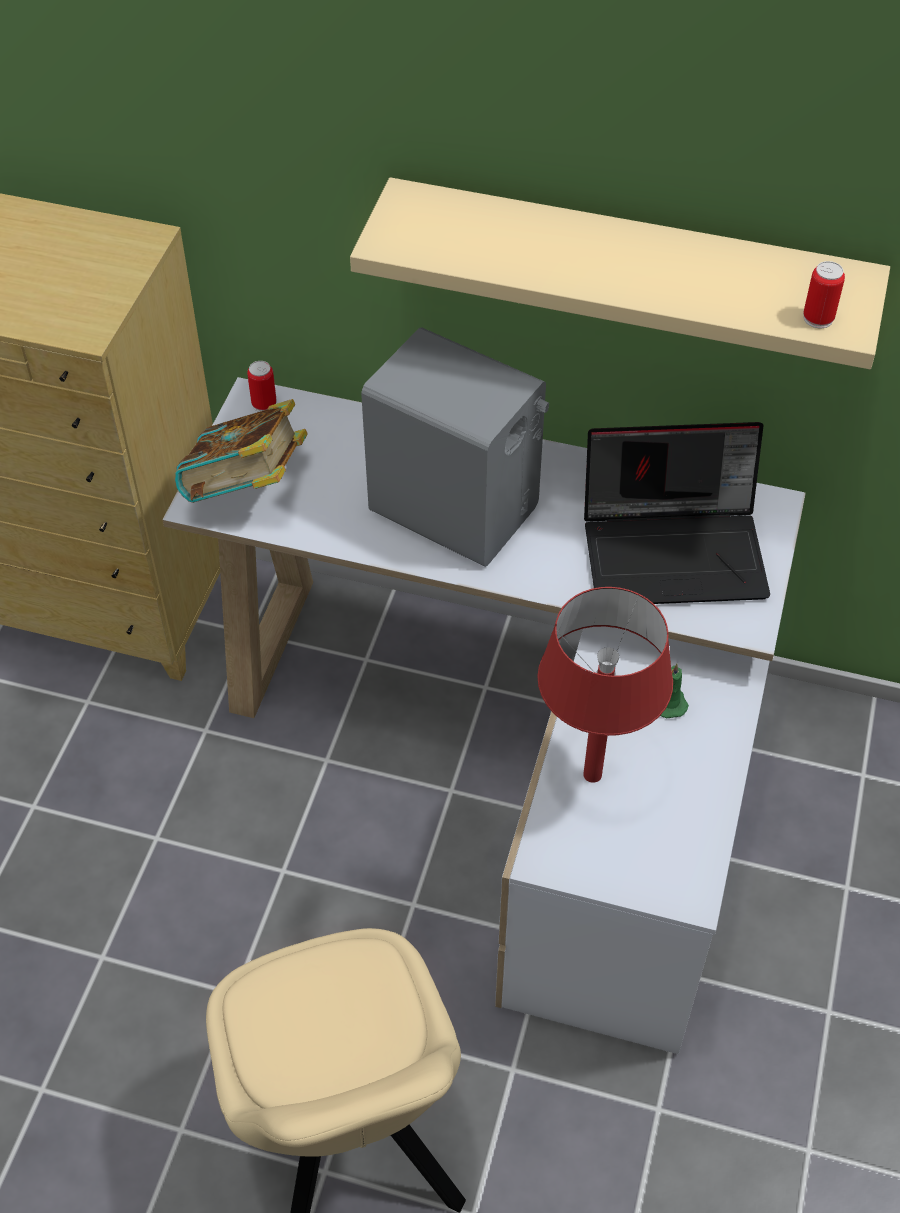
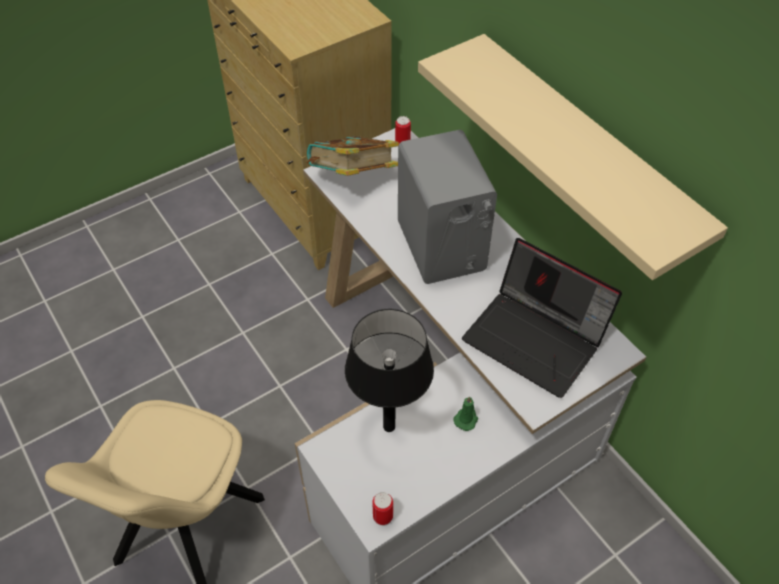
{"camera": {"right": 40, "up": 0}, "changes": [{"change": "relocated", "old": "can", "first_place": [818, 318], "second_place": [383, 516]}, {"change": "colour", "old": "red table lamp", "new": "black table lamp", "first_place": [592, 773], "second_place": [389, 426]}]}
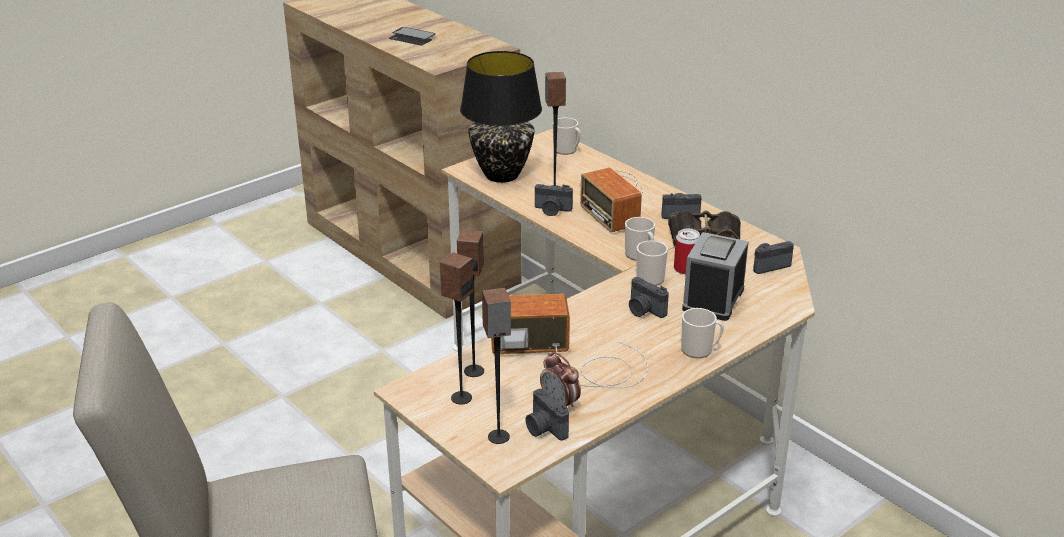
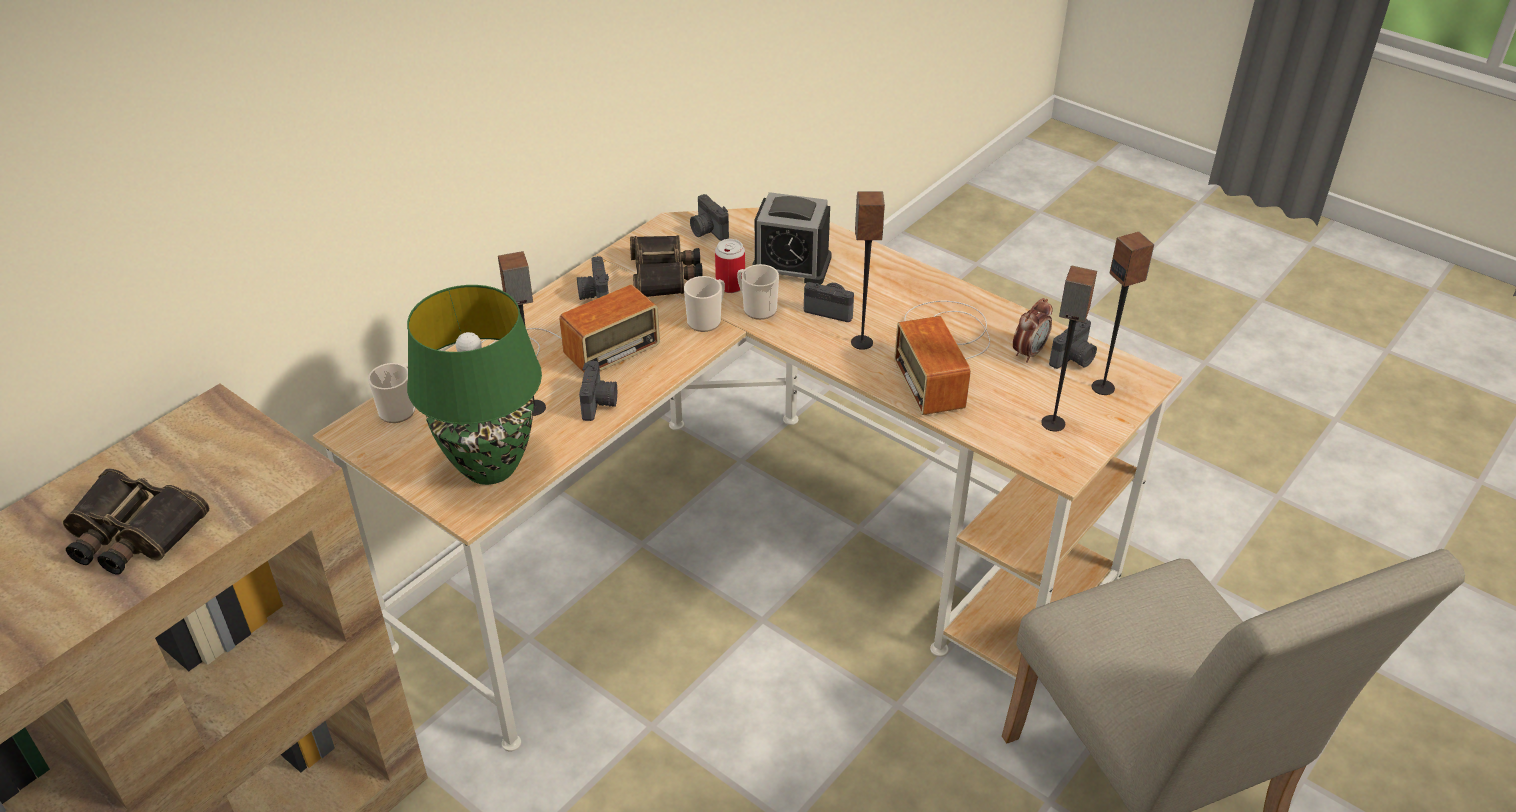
{"camera": {"right": -100, "up": 10}, "changes": [{"change": "missing", "old": "mug", "first_place": [700, 350]}, {"change": "relocated", "old": "speaker", "first_place": [474, 371], "second_place": [861, 342]}, {"change": "exchanged", "old": "phone", "new": "binoculars", "first_place": [412, 38], "second_place": [131, 533]}, {"change": "colour", "old": "black table lamp", "new": "green table lamp", "first_place": [502, 175], "second_place": [491, 466]}, {"change": "spun", "old": "photo camera", "first_place": [644, 310], "second_place": [830, 310], "degrees": -105}]}
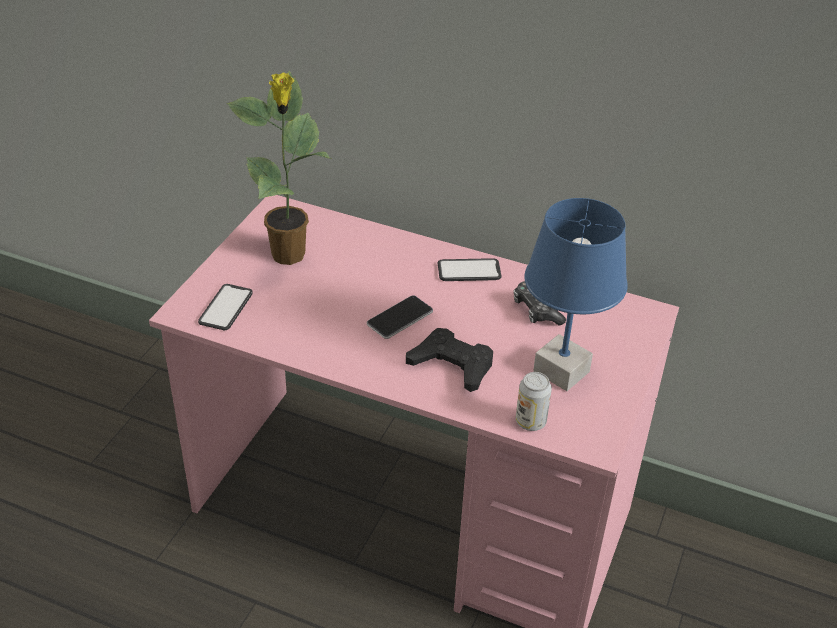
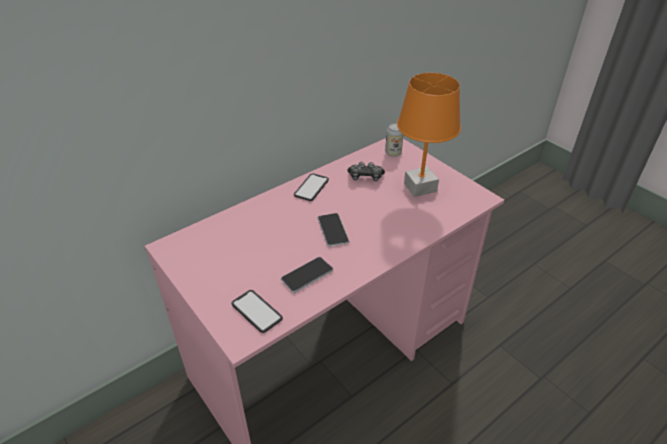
{"camera": {"right": -60, "up": 0}, "changes": [{"change": "missing", "old": "potted plant", "first_place": [289, 256]}, {"change": "missing", "old": "black game controller", "first_place": [452, 365]}, {"change": "appeared", "new": "phone", "second_place": [307, 275]}, {"change": "relocated", "old": "can", "first_place": [530, 422], "second_place": [393, 153]}, {"change": "colour", "old": "blue table lamp", "new": "orange table lamp", "first_place": [560, 371], "second_place": [420, 188]}]}
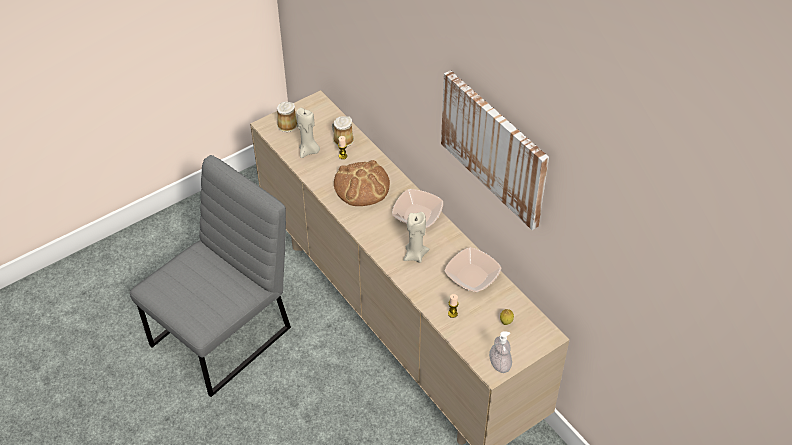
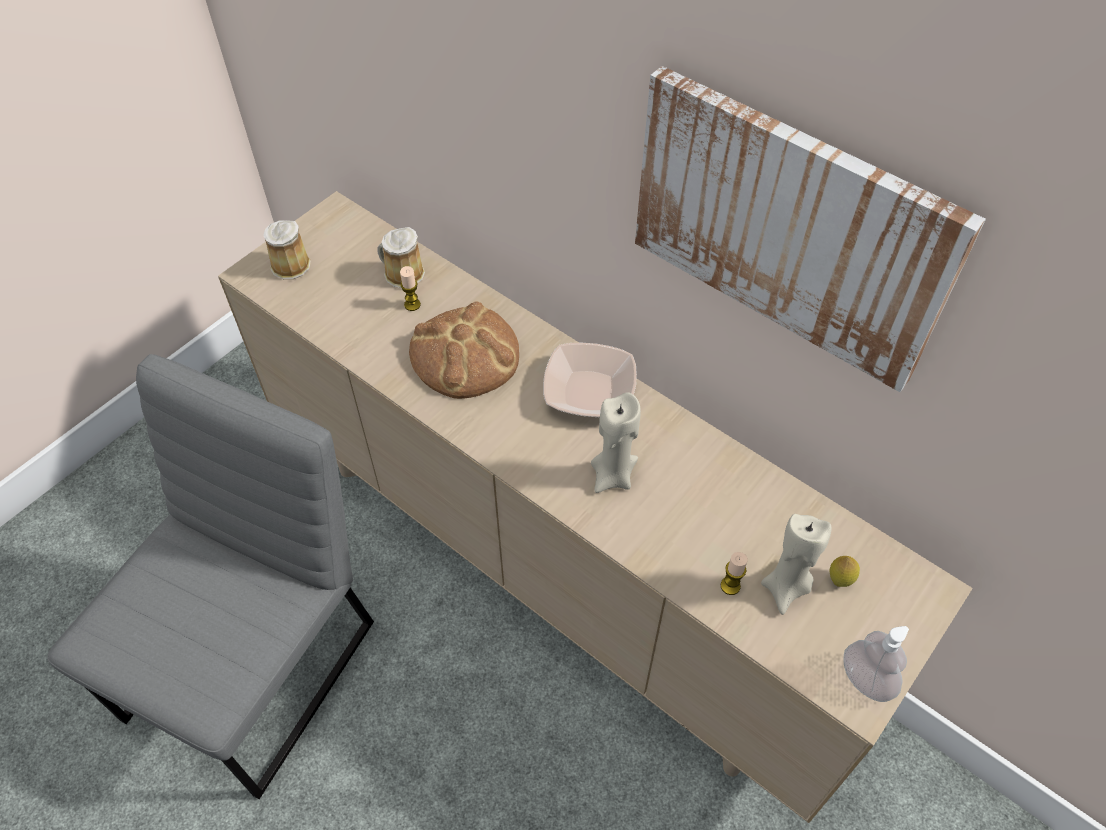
{"camera": {"right": -15, "up": 5}, "changes": [{"change": "missing", "old": "bowl", "first_place": [472, 276]}, {"change": "relocated", "old": "beige candle", "first_place": [309, 151], "second_place": [786, 588]}]}
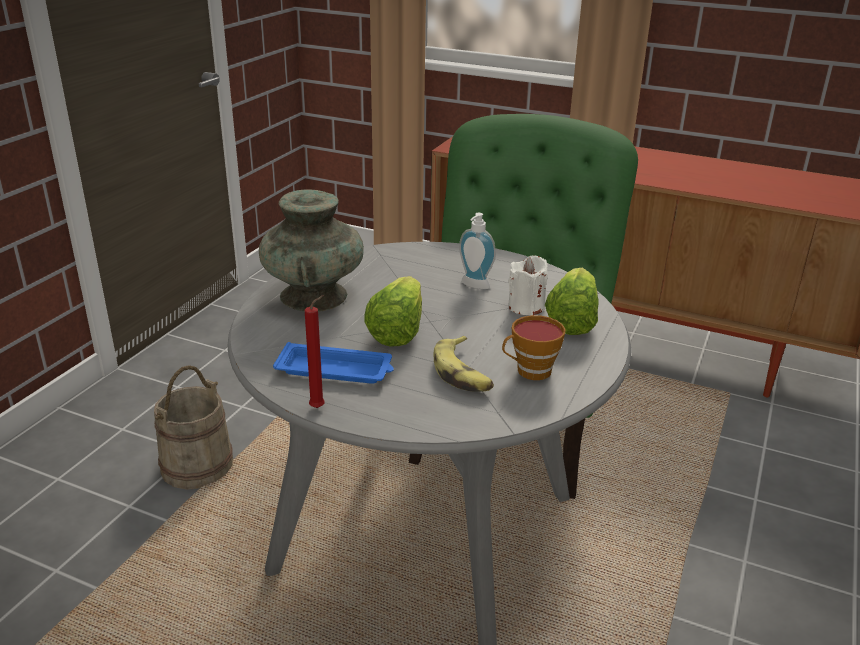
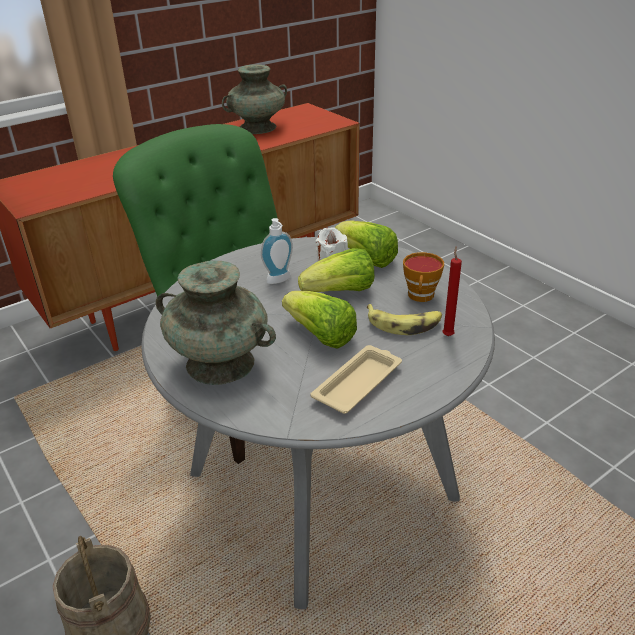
{"camera": {"right": -60, "up": 5}, "changes": [{"change": "appeared", "new": "turquoise vase", "second_place": [257, 128]}, {"change": "appeared", "new": "lettuce", "second_place": [340, 292]}, {"change": "relocated", "old": "red candle", "first_place": [319, 407], "second_place": [447, 335]}, {"change": "colour", "old": "blue tray", "new": "beige tray", "first_place": [336, 370], "second_place": [358, 383]}]}
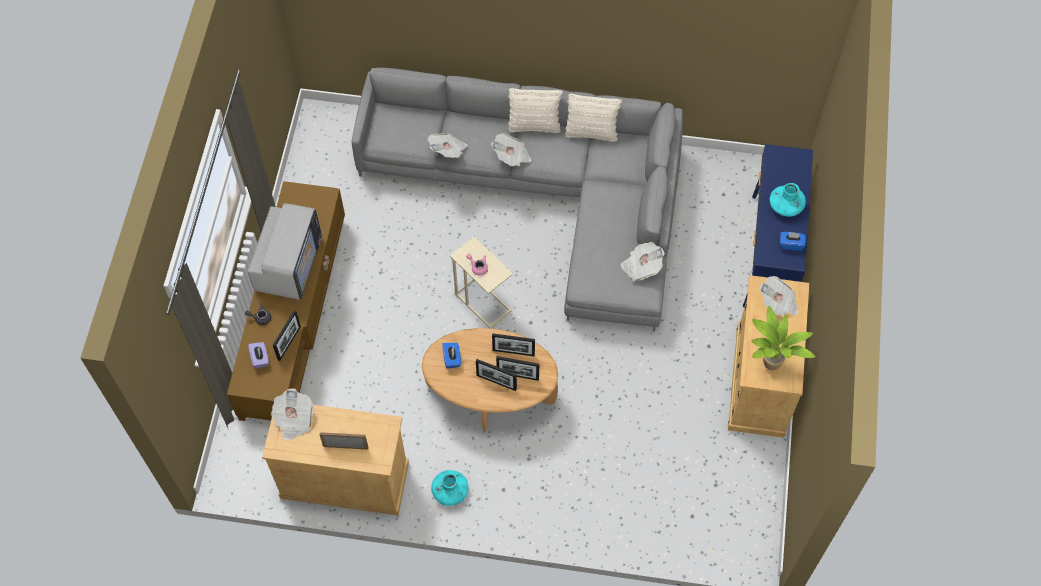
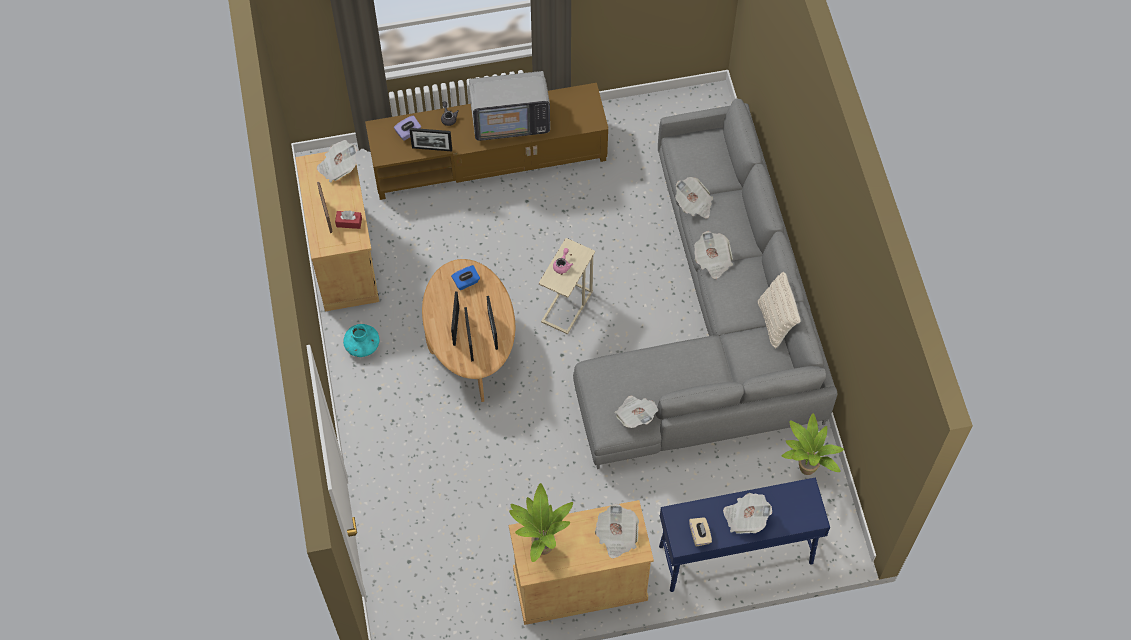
{"camera": {"right": 70, "up": 0}, "changes": [{"change": "missing", "old": "beige pillow", "first_place": [534, 125]}, {"change": "appeared", "new": "red tissue box", "second_place": [349, 222]}, {"change": "appeared", "new": "potted plant", "second_place": [804, 470]}, {"change": "exchanged", "old": "turquoise vase", "new": "newspaper", "first_place": [786, 206], "second_place": [745, 518]}, {"change": "colour", "old": "blue tissue box", "new": "beige tissue box", "first_place": [791, 244], "second_place": [699, 535]}]}
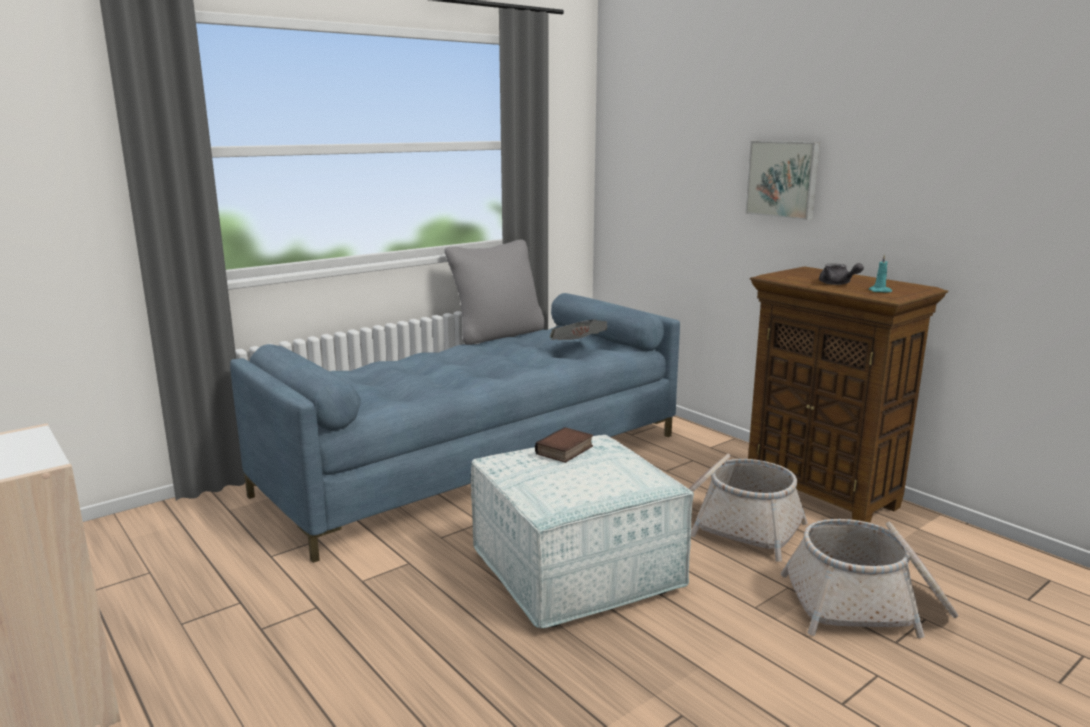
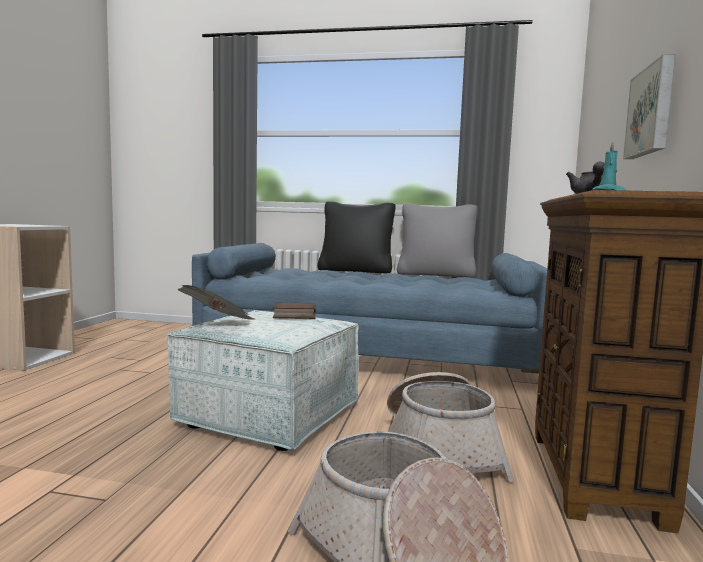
{"camera": {"right": 50, "up": -10}, "changes": [{"change": "appeared", "new": "black pillow", "second_place": [355, 271]}, {"change": "relocated", "old": "newspaper", "first_place": [577, 347], "second_place": [218, 323]}]}
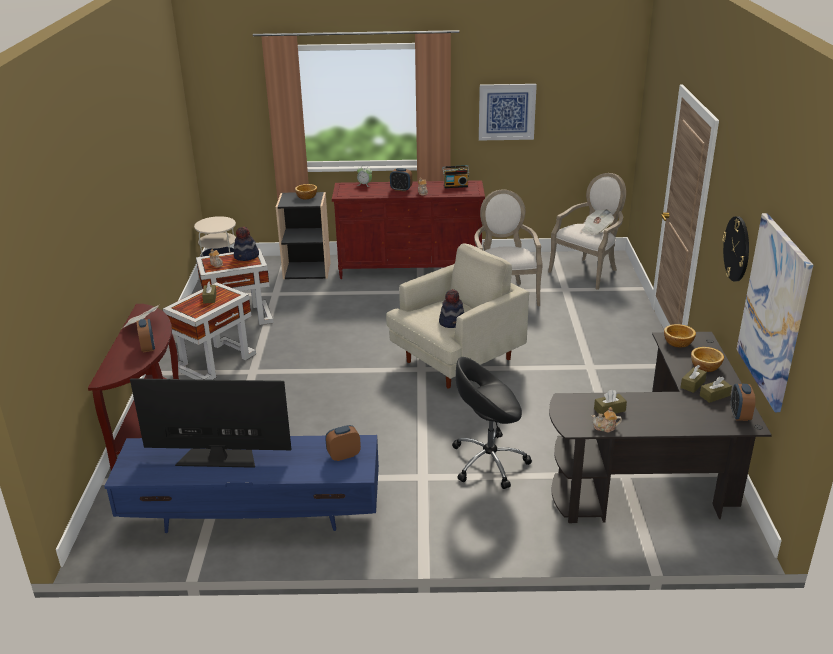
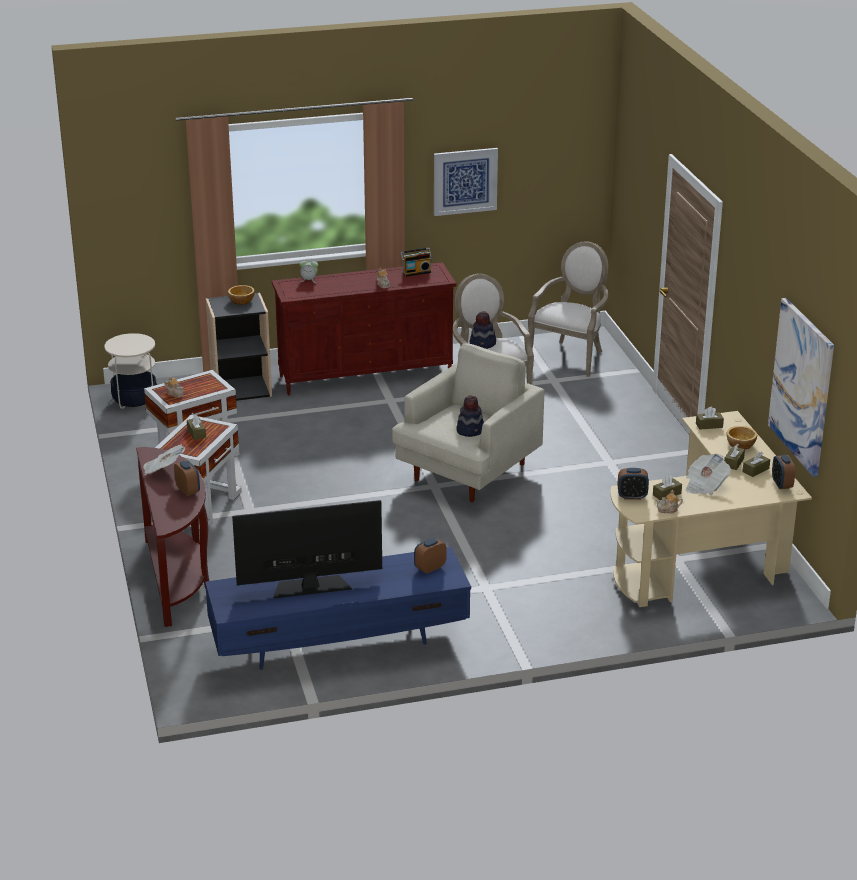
{"camera": {"right": -15, "up": 0}, "changes": [{"change": "missing", "old": "black office chair", "first_place": [487, 462]}, {"change": "missing", "old": "wall clock", "first_place": [737, 249]}, {"change": "relocated", "old": "hat", "first_place": [246, 256], "second_place": [483, 344]}, {"change": "relocated", "old": "alarm clock", "first_place": [401, 189], "second_place": [632, 496]}, {"change": "relocated", "old": "newspaper", "first_place": [595, 230], "second_place": [705, 485]}, {"change": "exchanged", "old": "bowl", "new": "brown tissue box", "first_place": [678, 343], "second_place": [709, 425]}, {"change": "colour", "old": "black desk", "new": "beige desk", "first_place": [659, 476], "second_place": [709, 557]}]}
